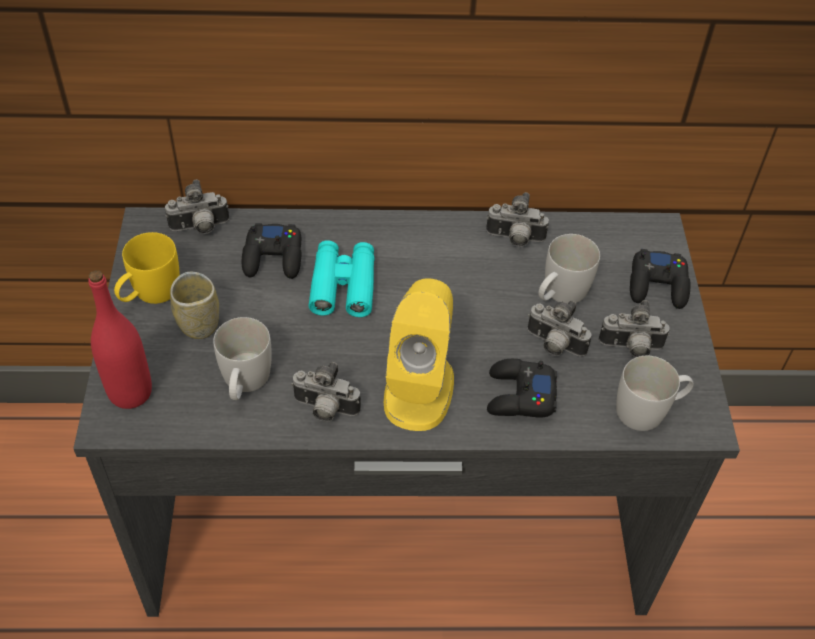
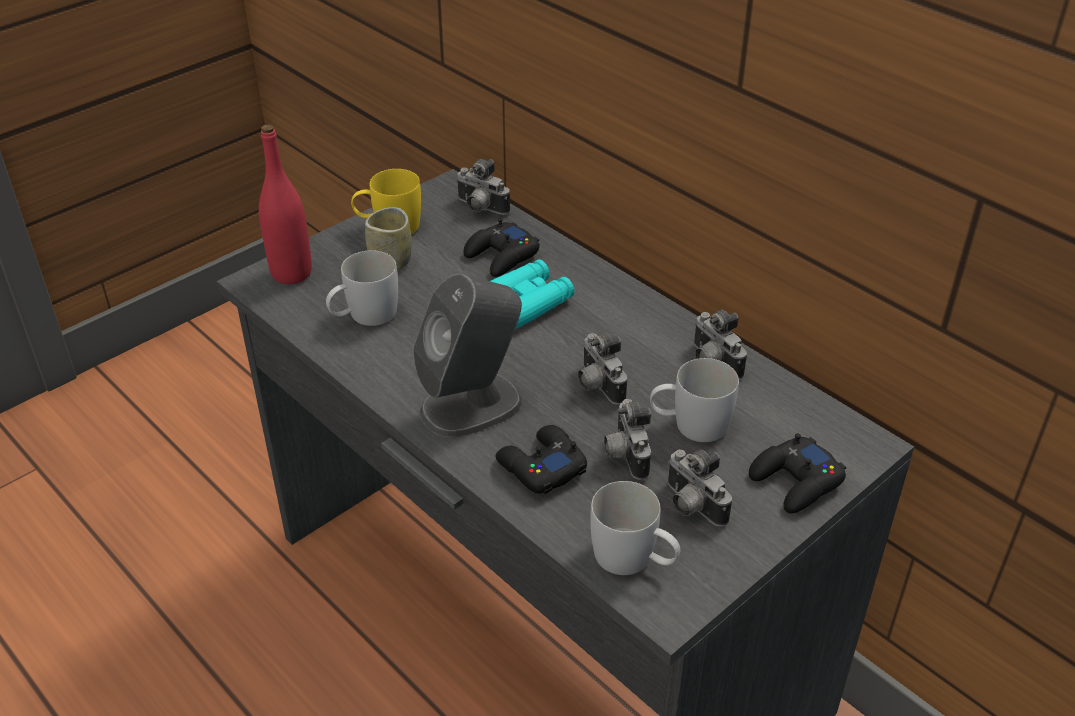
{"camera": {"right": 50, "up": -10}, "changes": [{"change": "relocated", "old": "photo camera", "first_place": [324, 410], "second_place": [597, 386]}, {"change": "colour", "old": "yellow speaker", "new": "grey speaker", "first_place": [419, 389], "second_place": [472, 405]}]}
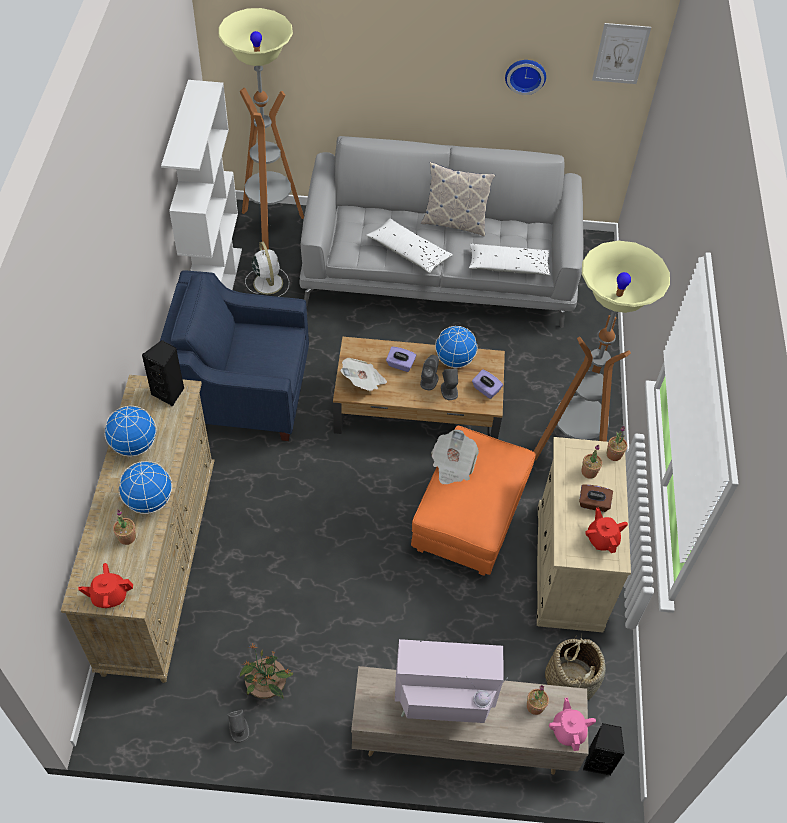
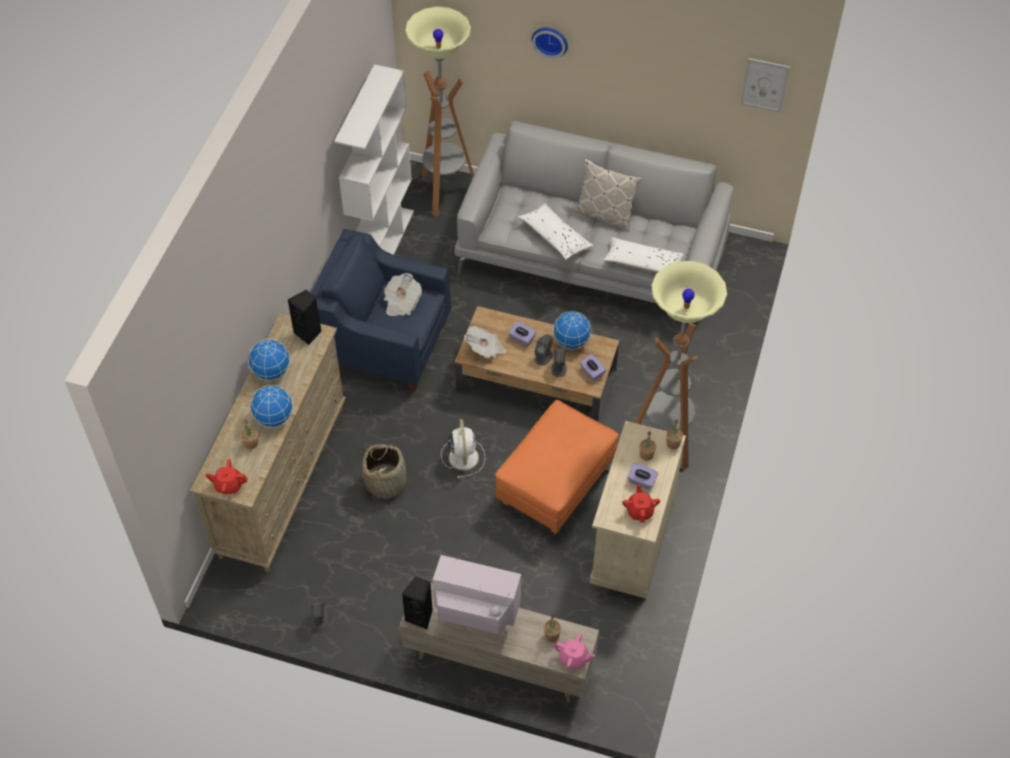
{"camera": {"right": 15, "up": 0}, "changes": [{"change": "missing", "old": "potted plant", "first_place": [267, 687]}, {"change": "relocated", "old": "white fan", "first_place": [267, 282], "second_place": [463, 456]}, {"change": "relocated", "old": "newspaper", "first_place": [452, 465], "second_place": [401, 302]}, {"change": "relocated", "old": "wall clock", "first_place": [525, 74], "second_place": [550, 40]}, {"change": "relocated", "old": "basket", "first_place": [570, 680], "second_place": [386, 482]}, {"change": "relocated", "old": "black speaker", "first_place": [598, 761], "second_place": [420, 616]}, {"change": "colour", "old": "brown tissue box", "new": "purple tissue box", "first_place": [593, 504], "second_place": [641, 481]}, {"change": "spun", "old": "pink teapot", "first_place": [568, 731], "second_place": [573, 658], "degrees": 105}]}
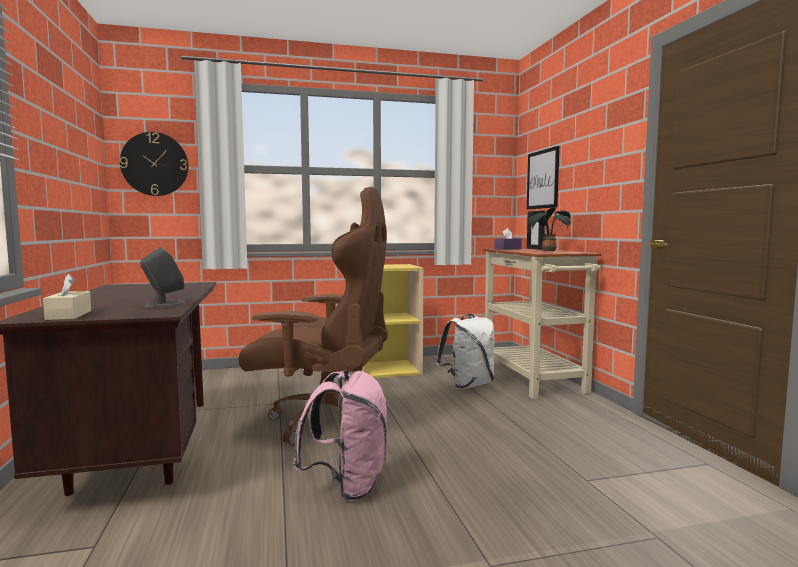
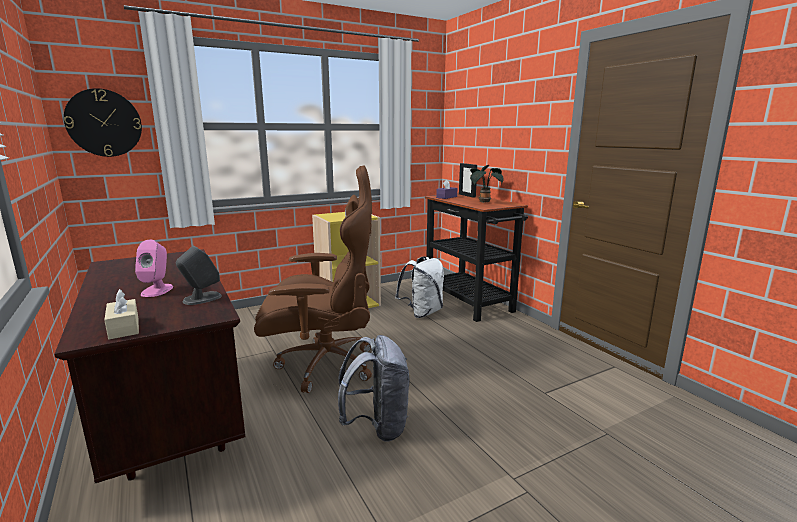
{"camera": {"right": -15, "up": 10}, "changes": [{"change": "missing", "old": "picture", "first_place": [542, 179]}, {"change": "appeared", "new": "pink speaker", "second_place": [157, 290]}, {"change": "colour", "old": "pink backpack", "new": "grey backpack", "first_place": [348, 486], "second_place": [377, 426]}, {"change": "colour", "old": "beige cart", "new": "black cart", "first_place": [534, 380], "second_place": [469, 302]}]}
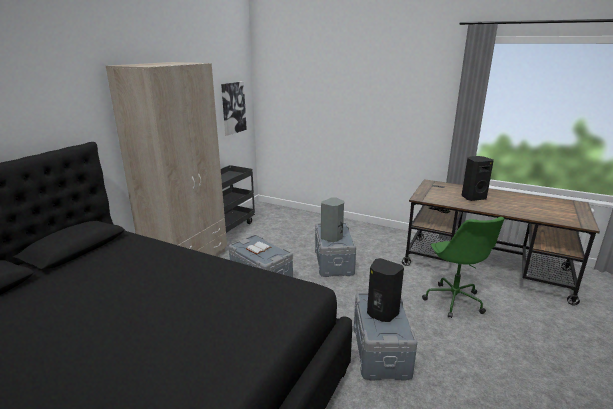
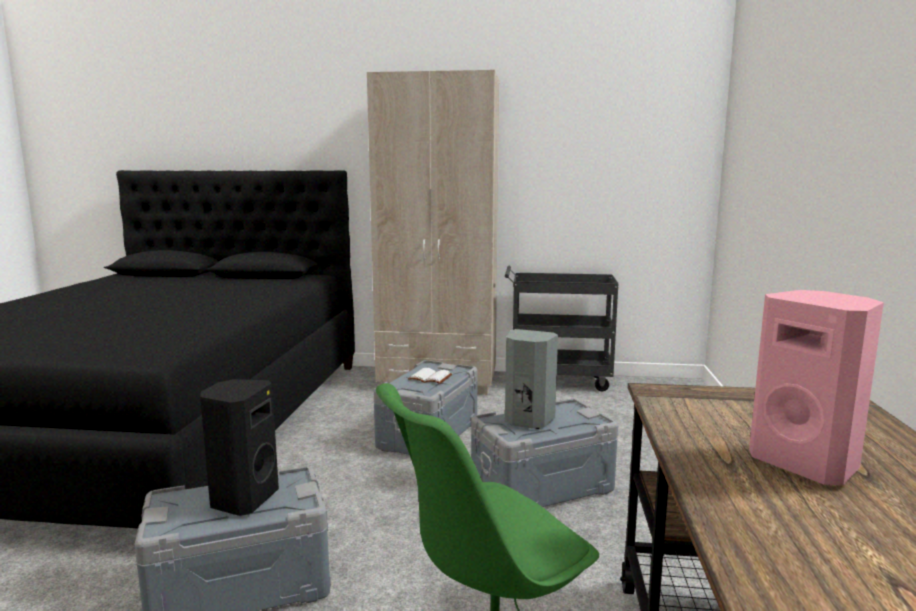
{"camera": {"right": 70, "up": -10}, "changes": [{"change": "missing", "old": "picture", "first_place": [233, 108]}, {"change": "colour", "old": "black speaker", "new": "pink speaker", "first_place": [473, 197], "second_place": [806, 464]}]}
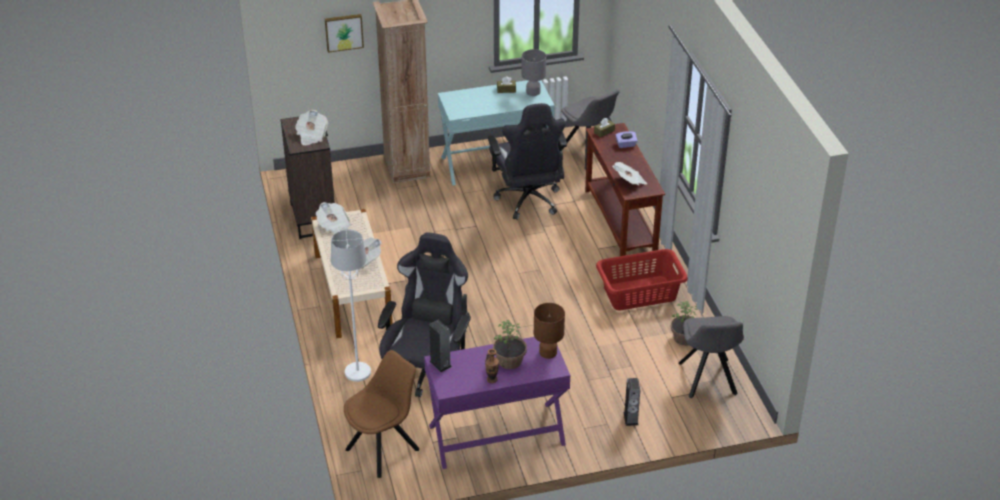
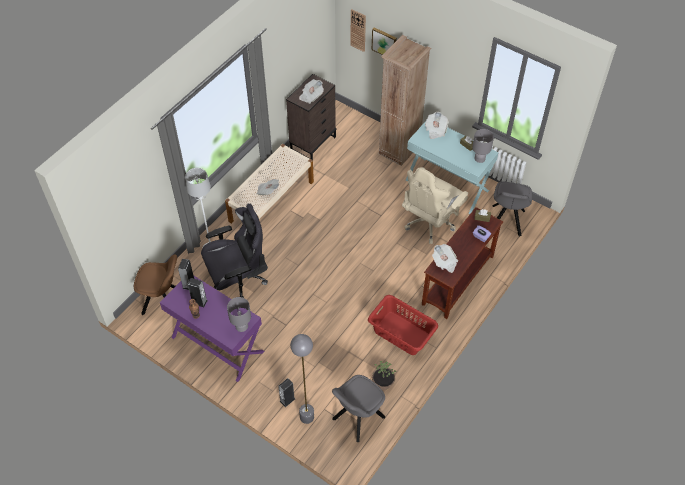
{"camera": {"right": 50, "up": 15}, "changes": [{"change": "missing", "old": "potted plant", "first_place": [510, 361]}, {"change": "appeared", "new": "speaker", "second_place": [199, 301]}, {"change": "appeared", "new": "grey floor lamp", "second_place": [306, 417]}, {"change": "appeared", "new": "wall clock", "second_place": [358, 30]}, {"change": "relocated", "old": "newspaper", "first_place": [334, 227], "second_place": [435, 130]}, {"change": "colour", "old": "black office chair", "new": "beige office chair", "first_place": [527, 198], "second_place": [431, 221]}, {"change": "colour", "old": "brown table lamp", "new": "grey table lamp", "first_place": [548, 352], "second_place": [242, 326]}]}
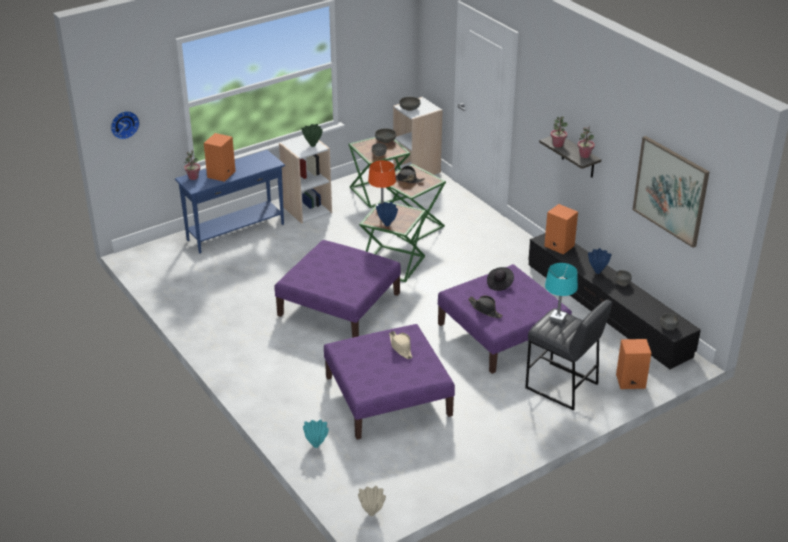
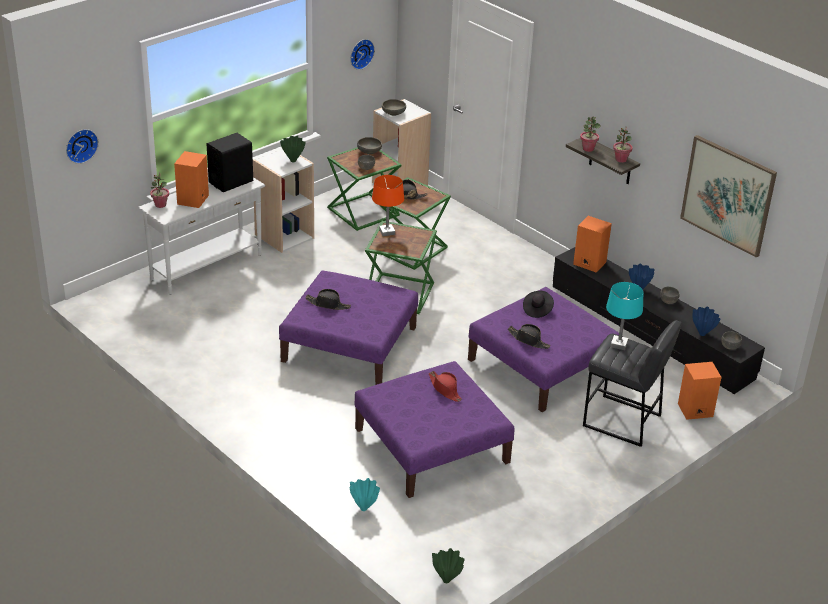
{"camera": {"right": -10, "up": 0}, "changes": [{"change": "appeared", "new": "black speaker", "second_place": [231, 182]}, {"change": "appeared", "new": "black hat", "second_place": [328, 304]}, {"change": "appeared", "new": "wall clock", "second_place": [360, 53]}, {"change": "relocated", "old": "blue vase", "first_place": [387, 224], "second_place": [701, 334]}, {"change": "colour", "old": "blue console table", "new": "white console table", "first_place": [236, 232], "second_place": [206, 266]}, {"change": "colour", "old": "beige vase", "new": "green vase", "first_place": [372, 514], "second_place": [447, 581]}, {"change": "colour", "old": "beige hat", "new": "red hat", "first_place": [400, 347], "second_place": [445, 389]}]}
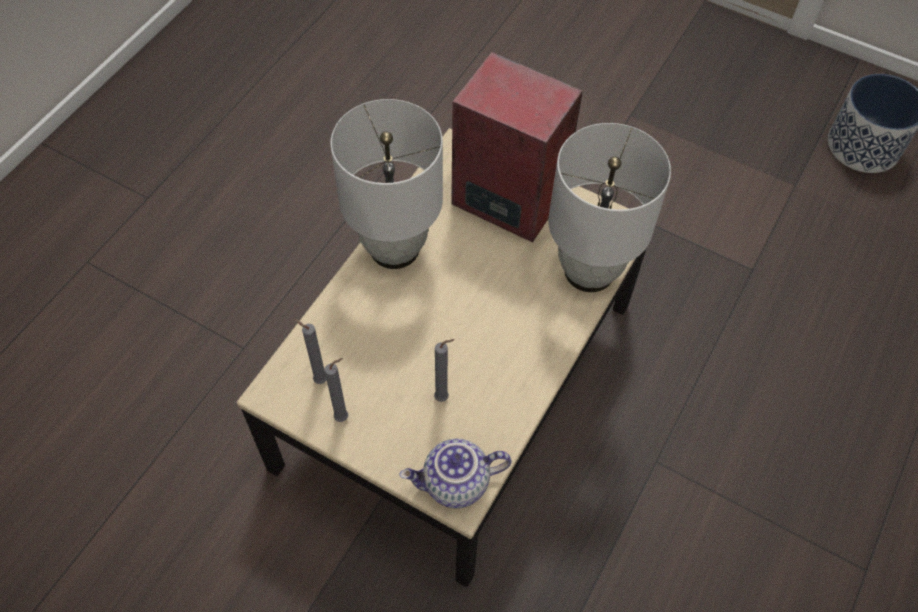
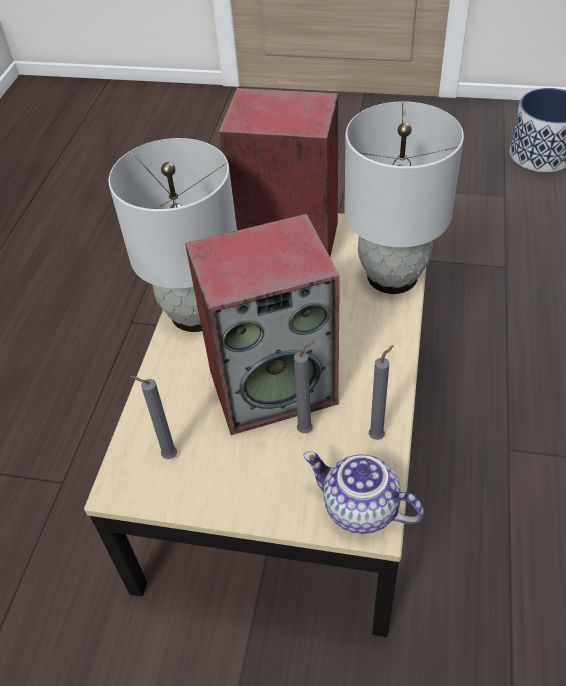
{"camera": {"right": -15, "up": -10}, "changes": [{"change": "appeared", "new": "speaker", "second_place": [274, 385]}, {"change": "relocated", "old": "grey candle", "first_place": [344, 417], "second_place": [378, 435]}, {"change": "spun", "old": "teapot", "first_place": [455, 484], "second_place": [359, 509], "degrees": 60}]}
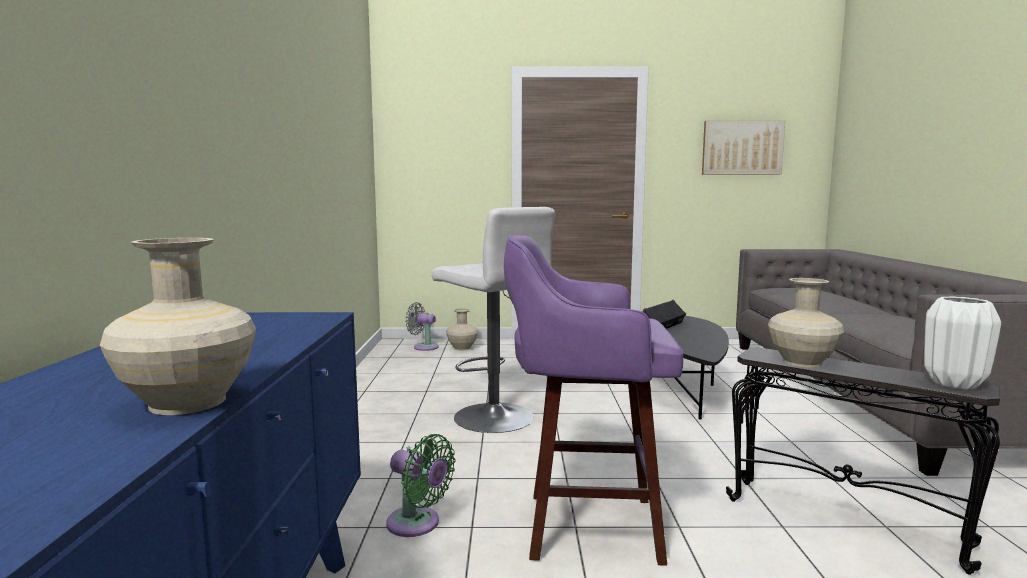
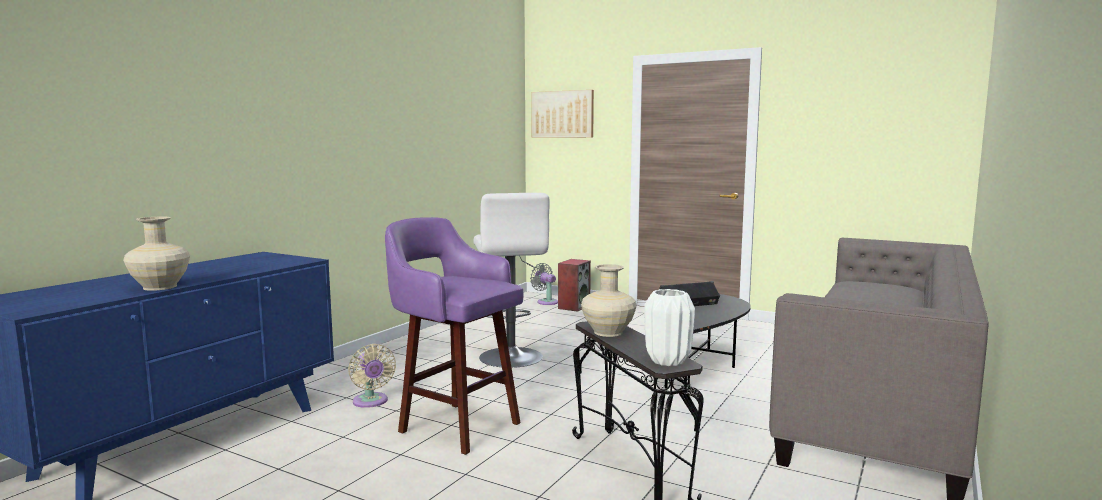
{"camera": {"right": 30, "up": 0}, "changes": [{"change": "relocated", "old": "picture", "first_place": [742, 148], "second_place": [562, 114]}, {"change": "exchanged", "old": "beige vase", "new": "speaker", "first_place": [462, 348], "second_place": [574, 306]}, {"change": "colour", "old": "green fan", "new": "beige fan", "first_place": [417, 524], "second_place": [371, 402]}]}
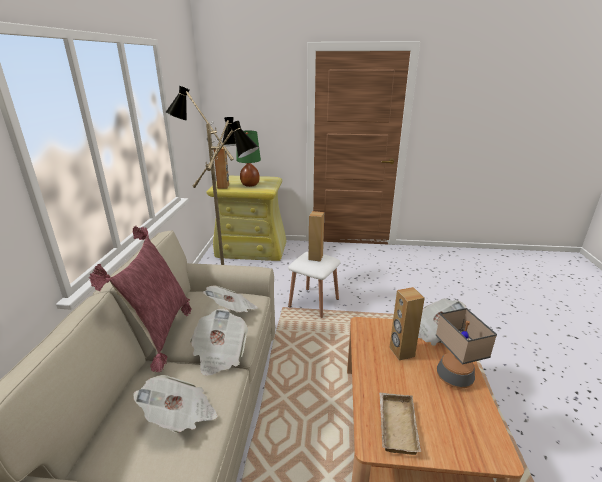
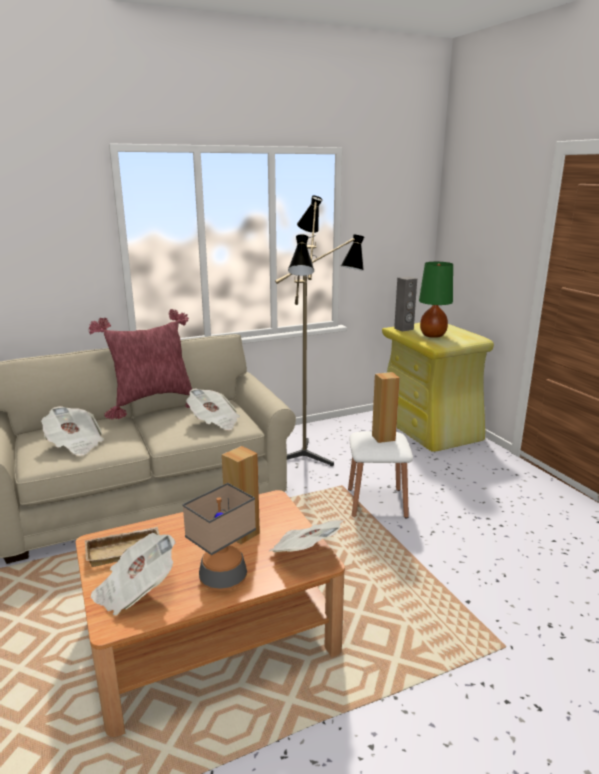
{"camera": {"right": 60, "up": -5}, "changes": [{"change": "relocated", "old": "newspaper", "first_place": [219, 354], "second_place": [135, 590]}, {"change": "colour", "old": "brown speaker", "new": "grey speaker", "first_place": [223, 187], "second_place": [404, 329]}]}
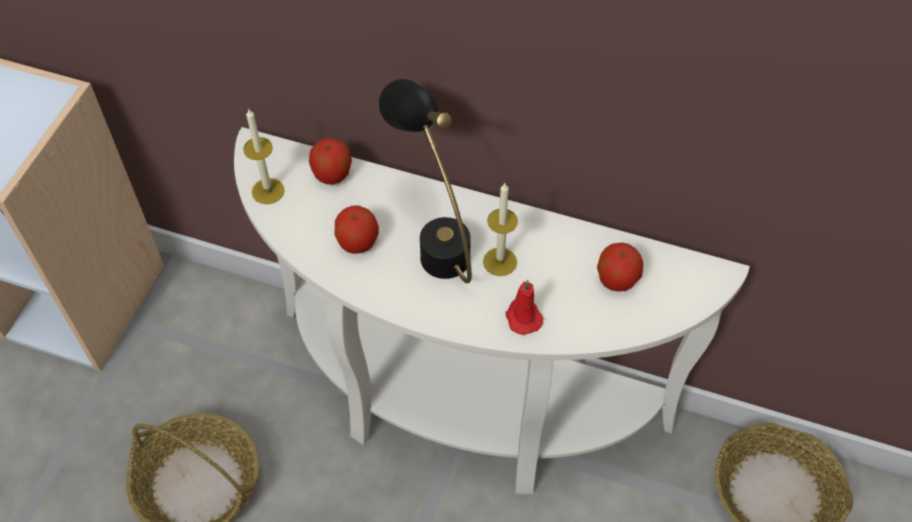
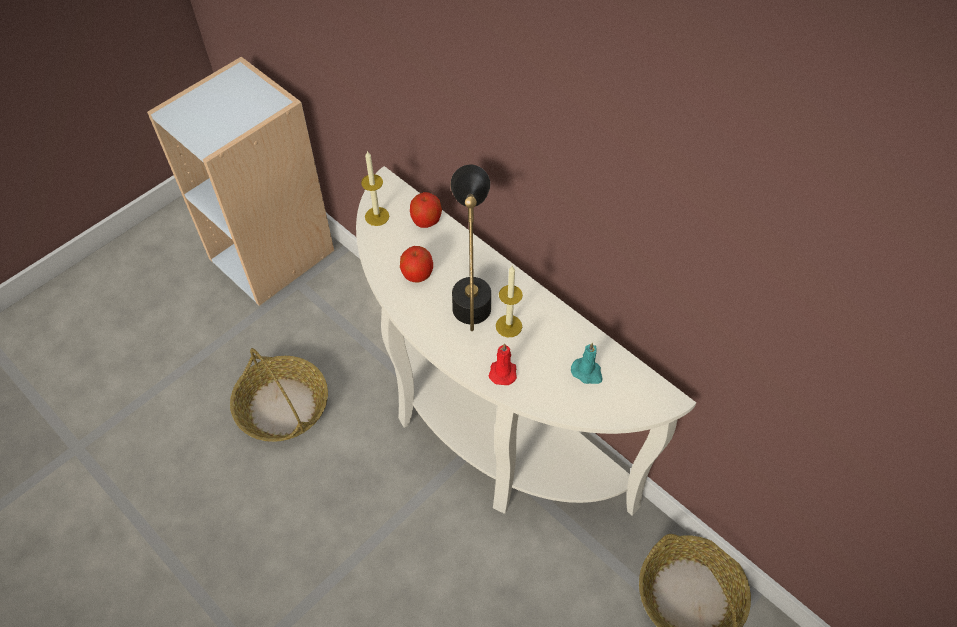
{"camera": {"right": 25, "up": 0}, "changes": [{"change": "exchanged", "old": "apple", "new": "turquoise candle", "first_place": [617, 280], "second_place": [587, 372]}]}
